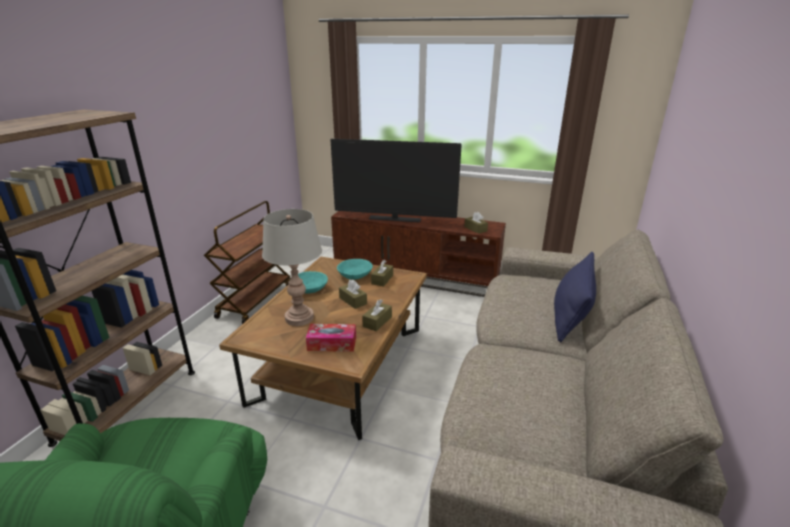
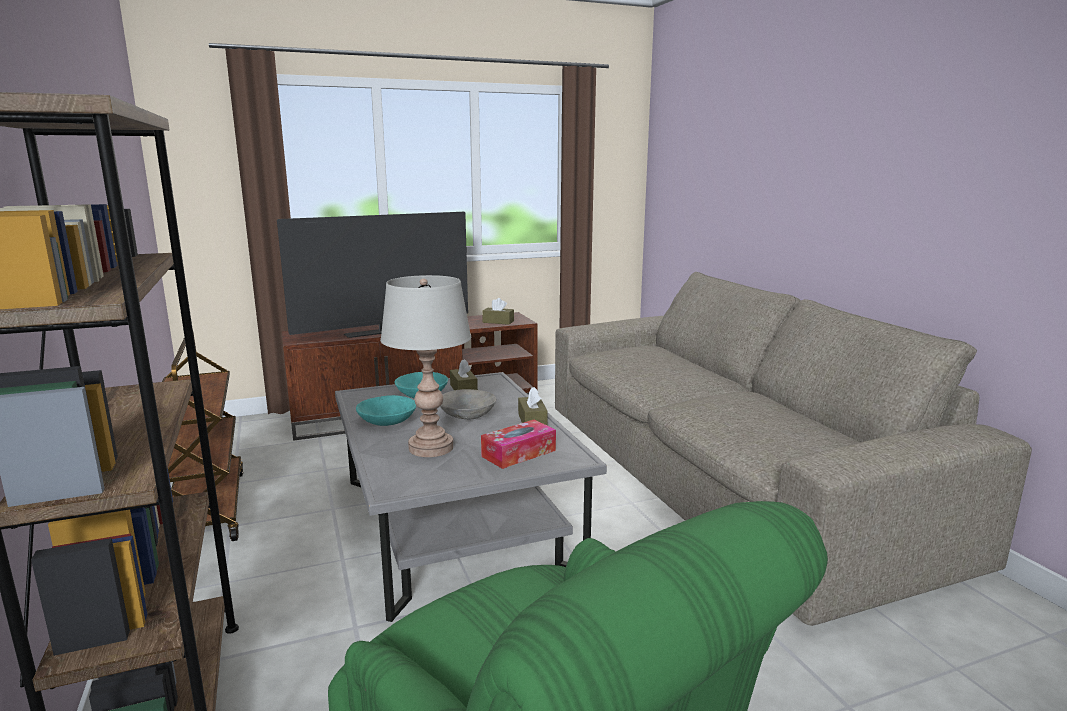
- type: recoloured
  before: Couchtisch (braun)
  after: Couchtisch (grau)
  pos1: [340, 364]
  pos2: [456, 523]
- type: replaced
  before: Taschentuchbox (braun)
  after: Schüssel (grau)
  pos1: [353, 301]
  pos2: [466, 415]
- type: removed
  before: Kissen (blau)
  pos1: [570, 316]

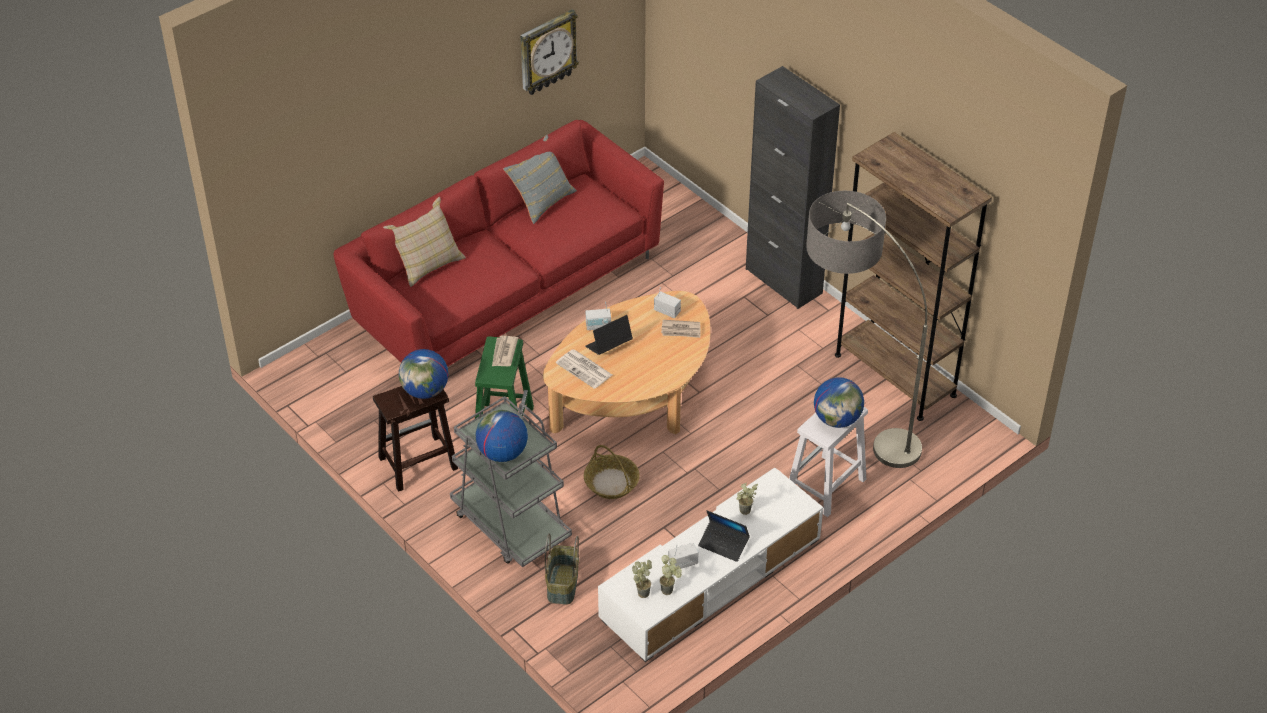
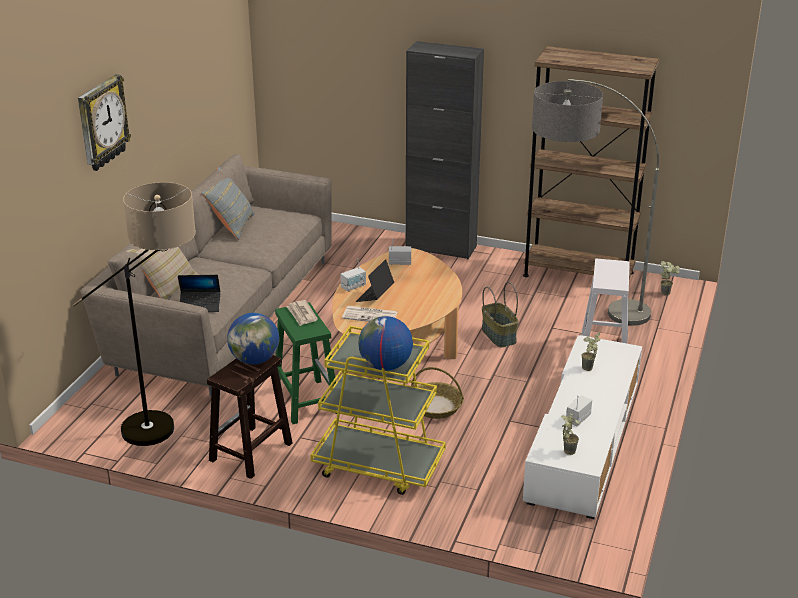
- type: recoloured
  before: Sofa (rot)
  after: Sofa (beige)
  pos1: [505, 290]
  pos2: [223, 314]
- type: recoloured
  before: Rollwagen (grau)
  after: Rollwagen (gelb)
  pos1: [510, 524]
  pos2: [378, 465]
- type: moved
  before: Wanduhr
  pos1: [547, 52]
  pos2: [101, 123]
- type: moved
  before: Korb
  pos1: [563, 585]
  pos2: [499, 335]
- type: moved
  before: Topfpflanze
  pos1: [670, 590]
  pos2: [667, 292]
- type: removed
  before: Zeitung
  pos1: [681, 330]
- type: moved
  before: Laptop
  pos1: [723, 544]
  pos2: [200, 306]
- type: removed
  before: Globus
  pos1: [837, 419]
- type: added
  after: Stehlampe
  pos2: [168, 433]

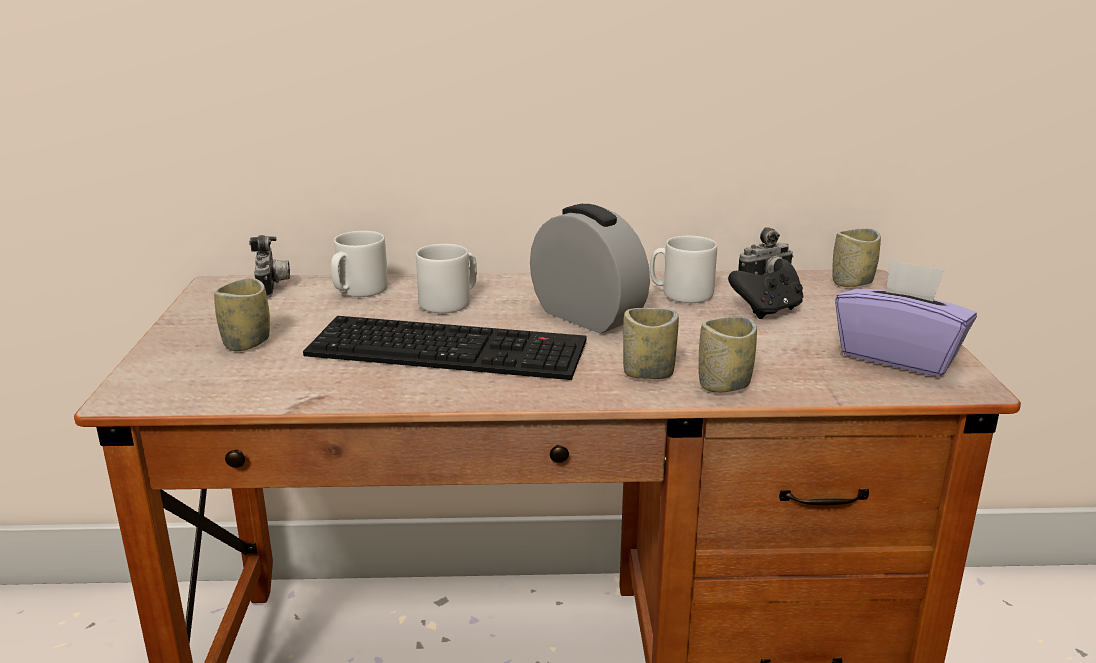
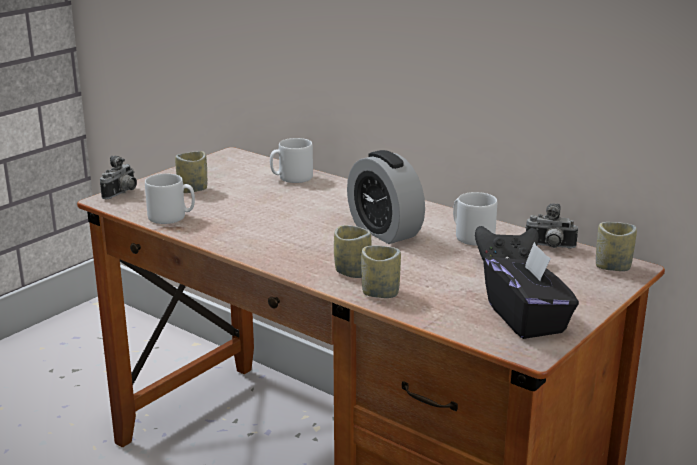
- type: moved
  before: Kamera
  pos1: [273, 288]
  pos2: [122, 193]
- type: removed
  before: Tastatur
  pos1: [451, 348]
- type: moved
  before: Henkelbecher (grau)
  pos1: [450, 302]
  pos2: [172, 217]
- type: turned
  before: Wecker
  pos1: [587, 317]
  pos2: [384, 231]
  turn: 150
- type: recoloured
  before: Taschentuchbox (lila)
  after: Taschentuchbox (schwarz)
  pos1: [898, 356]
  pos2: [527, 319]

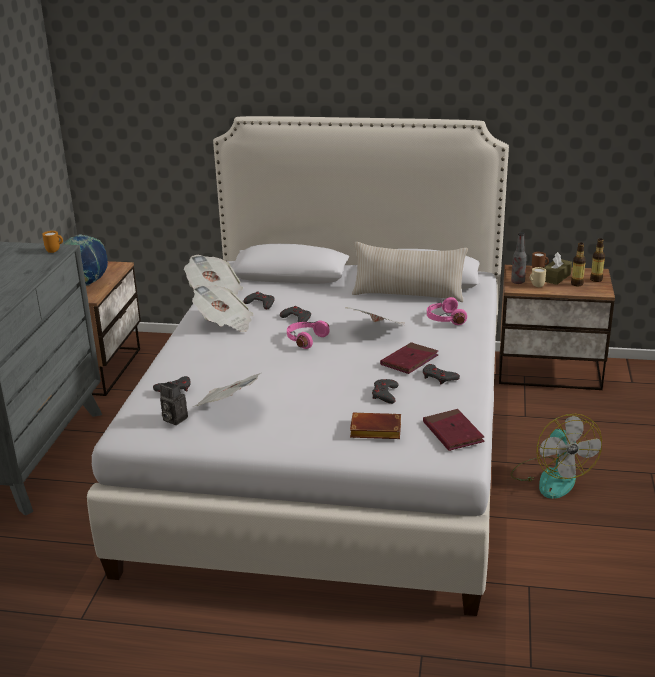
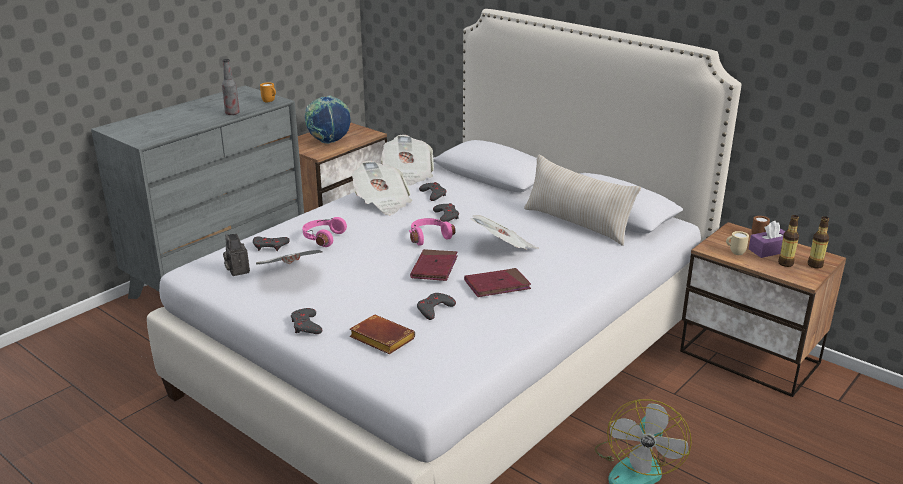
- type: moved
  before: Gamepad (grau)
  pos1: [439, 377]
  pos2: [306, 325]
- type: moved
  before: Buch (rot)
  pos1: [453, 433]
  pos2: [434, 268]
- type: moved
  before: Kopfhörer (rosa)
  pos1: [444, 319]
  pos2: [322, 238]
- type: moved
  before: Flasche
  pos1: [517, 282]
  pos2: [232, 113]
- type: recoloured
  before: Taschentuchbox (braun)
  after: Taschentuchbox (lila)
  pos1: [556, 277]
  pos2: [769, 250]

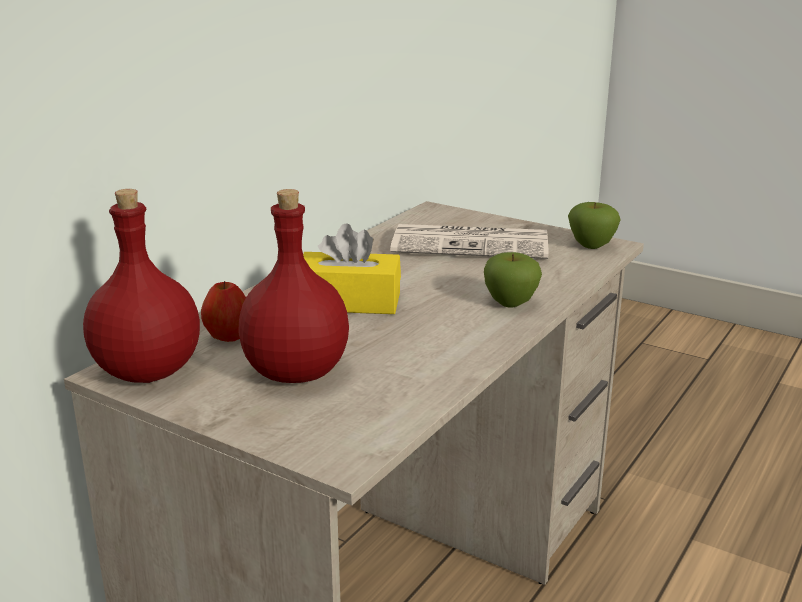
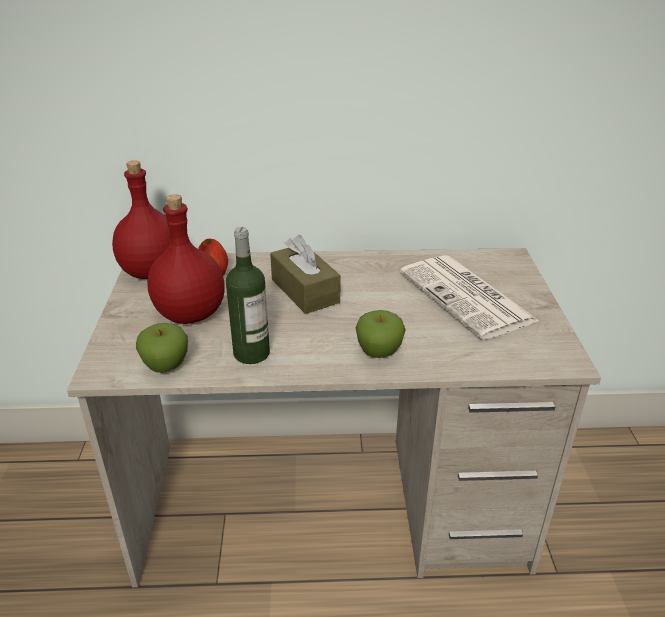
- type: recoloured
  before: Taschentuchbox (gelb)
  after: Taschentuchbox (braun)
  pos1: [349, 302]
  pos2: [305, 291]
- type: moved
  before: Apfel
  pos1: [591, 245]
  pos2: [166, 366]
- type: added
  after: Flasche
  pos2: [251, 353]

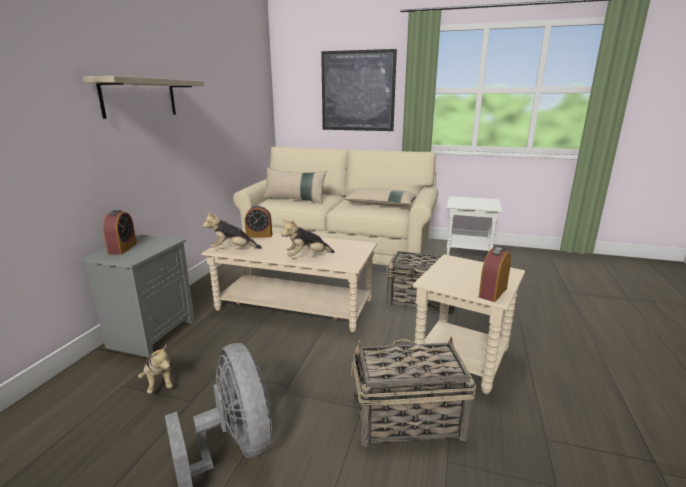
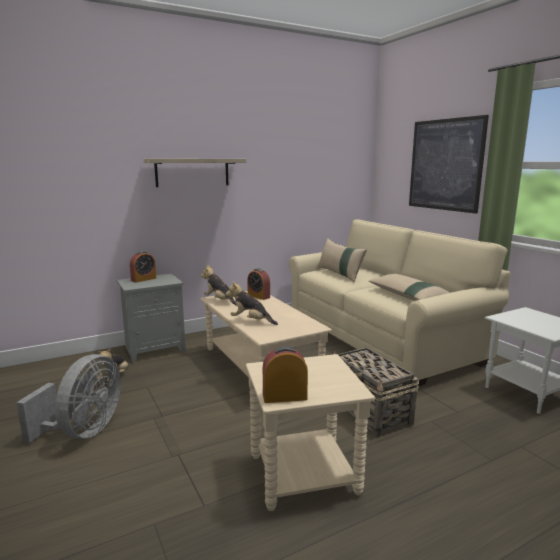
- type: removed
  before: Korb
  pos1: [406, 419]

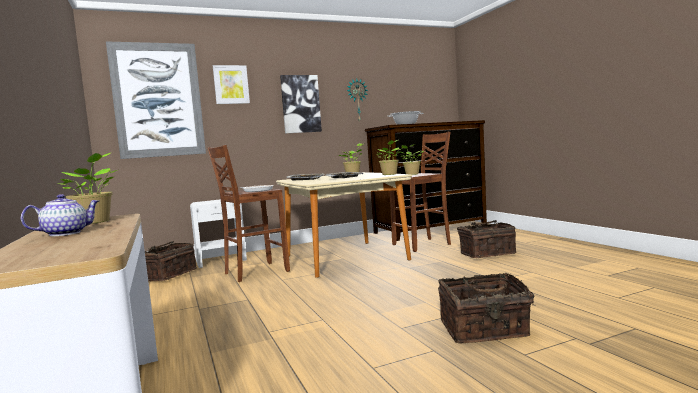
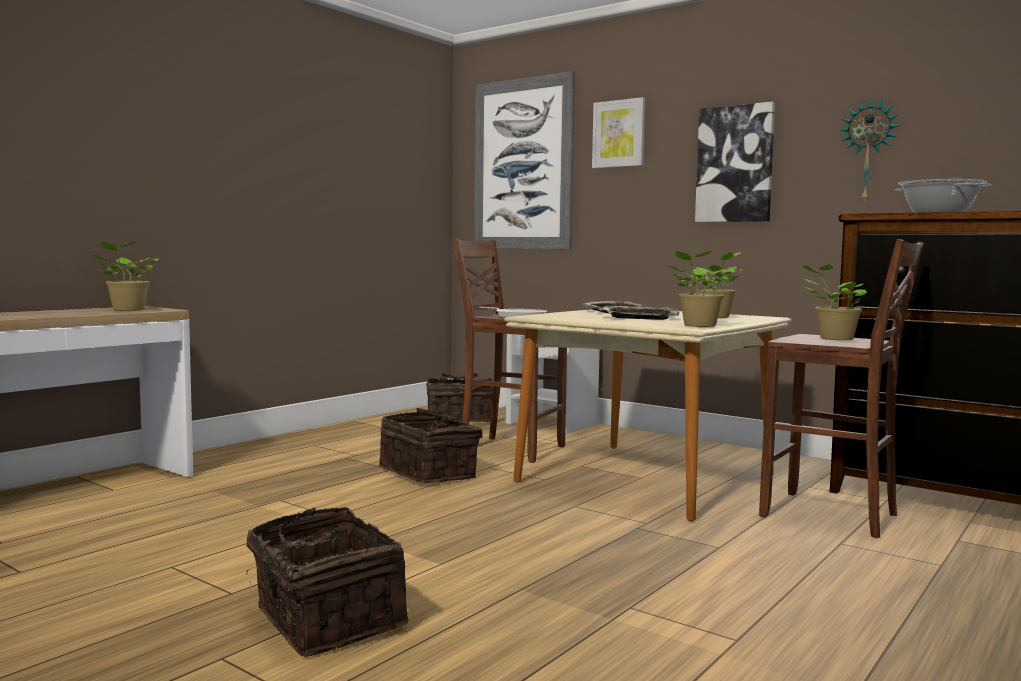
- type: removed
  before: Teekanne
  pos1: [66, 233]
- type: moved
  before: Korb
  pos1: [486, 254]
  pos2: [430, 473]

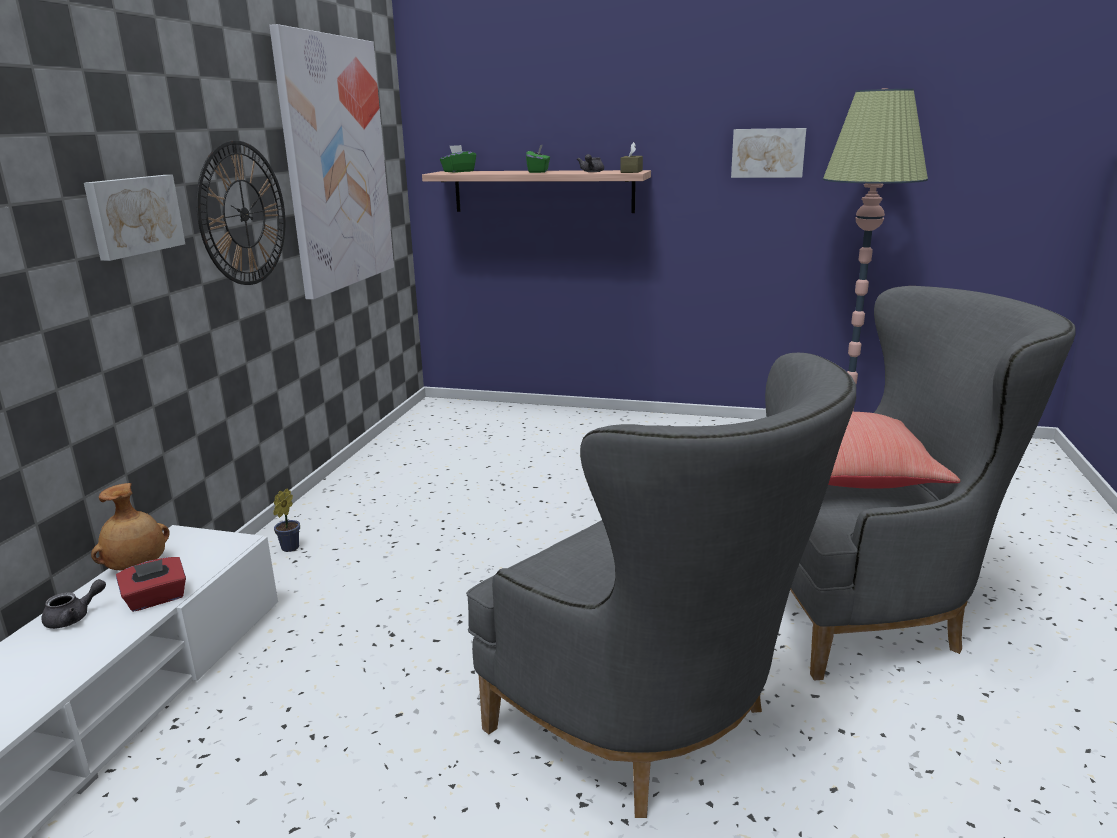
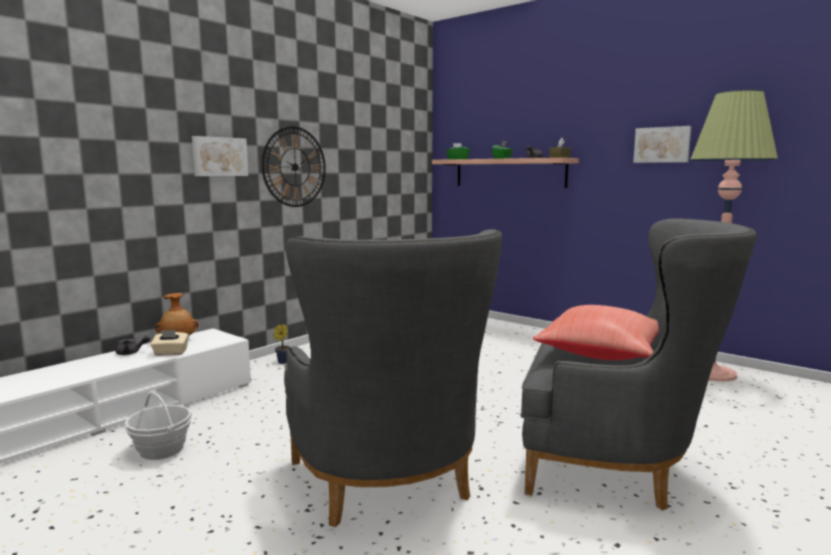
- type: recoloured
  before: Taschentuchbox (rot)
  after: Taschentuchbox (beige)
  pos1: [156, 599]
  pos2: [170, 353]
- type: removed
  before: Bild
  pos1: [337, 164]
- type: added
  after: Korb
  pos2: [161, 450]

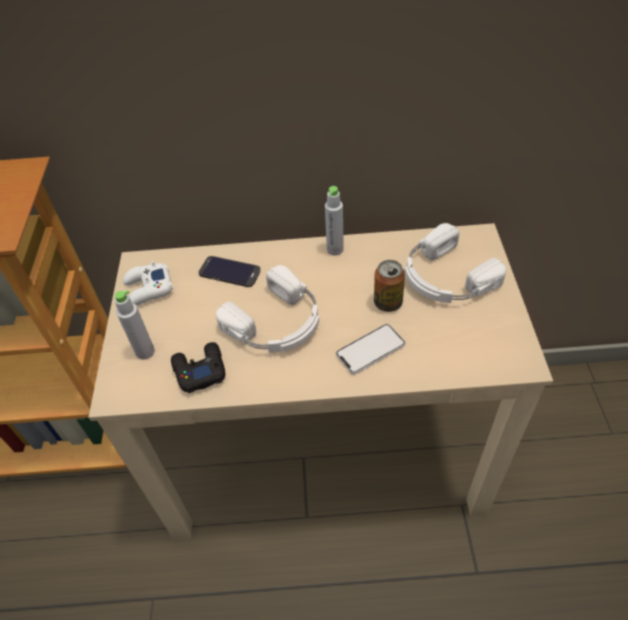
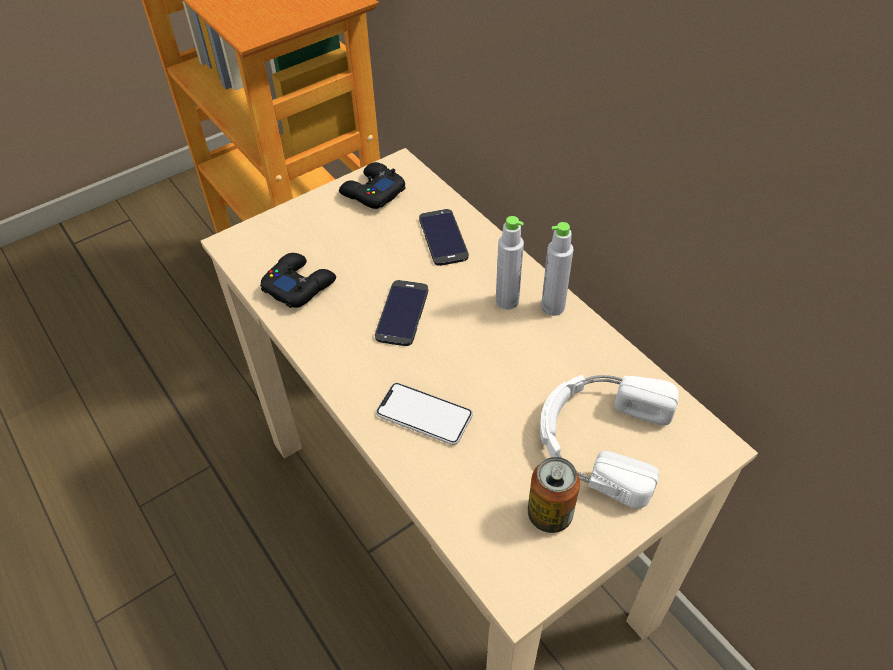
- type: moved
  before: Flasche (grau)
  pos1: [145, 352]
  pos2: [507, 301]
- type: recoloured
  before: Gamepad (weiß)
  after: Gamepad (schwarz)
  pos1: [148, 289]
  pos2: [372, 192]
- type: replaced
  before: Kopfhörer (weiß)
  after: Handy
  pos1: [277, 323]
  pos2: [402, 313]
- type: moved
  before: Dose
  pos1: [387, 303]
  pos2: [549, 514]

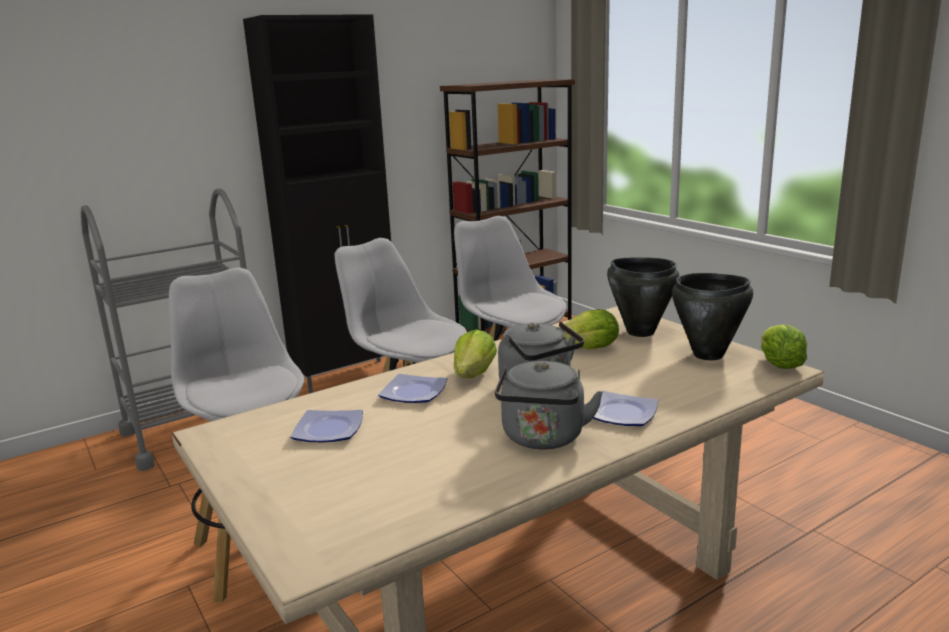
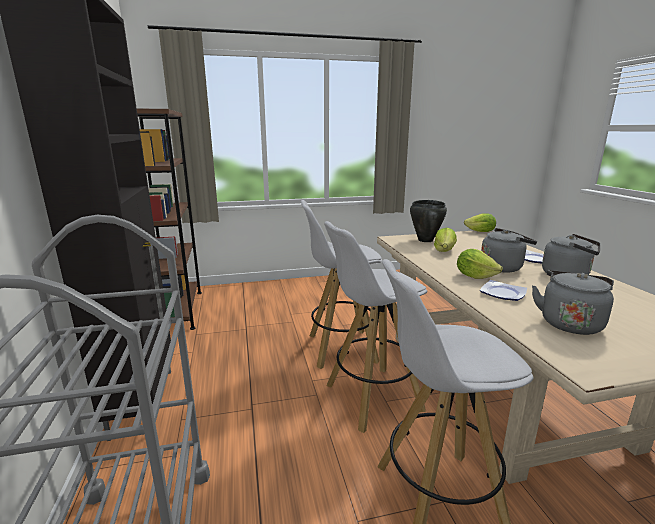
- type: replaced
  before: Teller
  after: Wasserkessel (grau)
  pos1: [329, 431]
  pos2: [569, 323]
- type: removed
  before: Kochtopf (schwarz)
  pos1: [708, 355]

